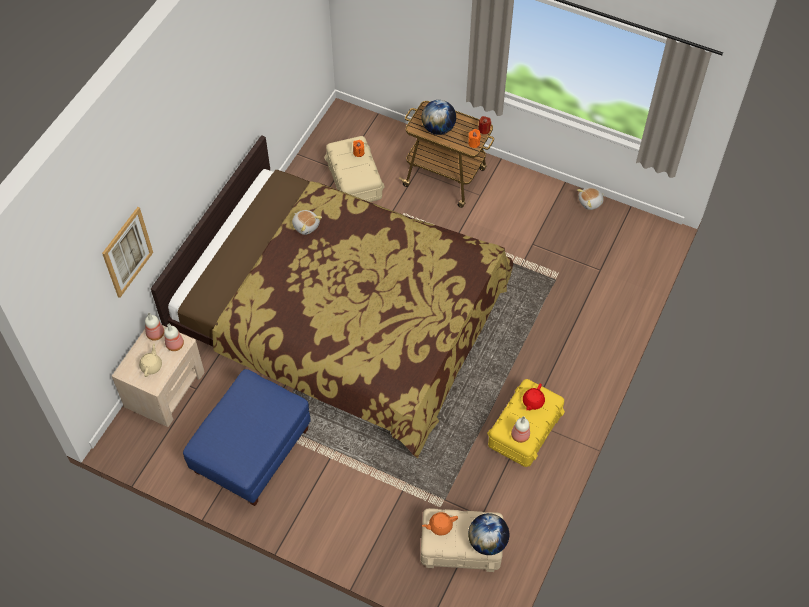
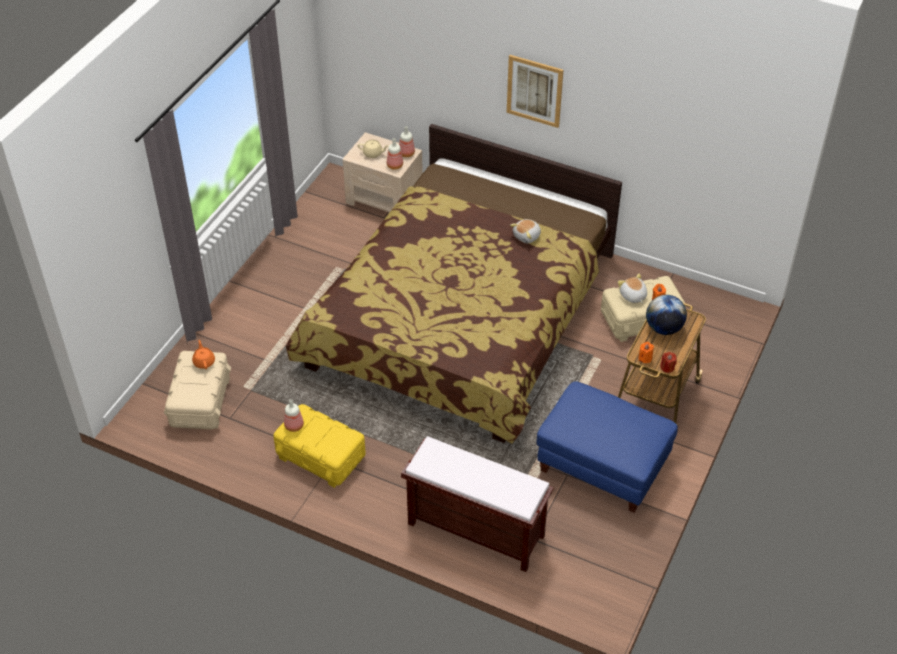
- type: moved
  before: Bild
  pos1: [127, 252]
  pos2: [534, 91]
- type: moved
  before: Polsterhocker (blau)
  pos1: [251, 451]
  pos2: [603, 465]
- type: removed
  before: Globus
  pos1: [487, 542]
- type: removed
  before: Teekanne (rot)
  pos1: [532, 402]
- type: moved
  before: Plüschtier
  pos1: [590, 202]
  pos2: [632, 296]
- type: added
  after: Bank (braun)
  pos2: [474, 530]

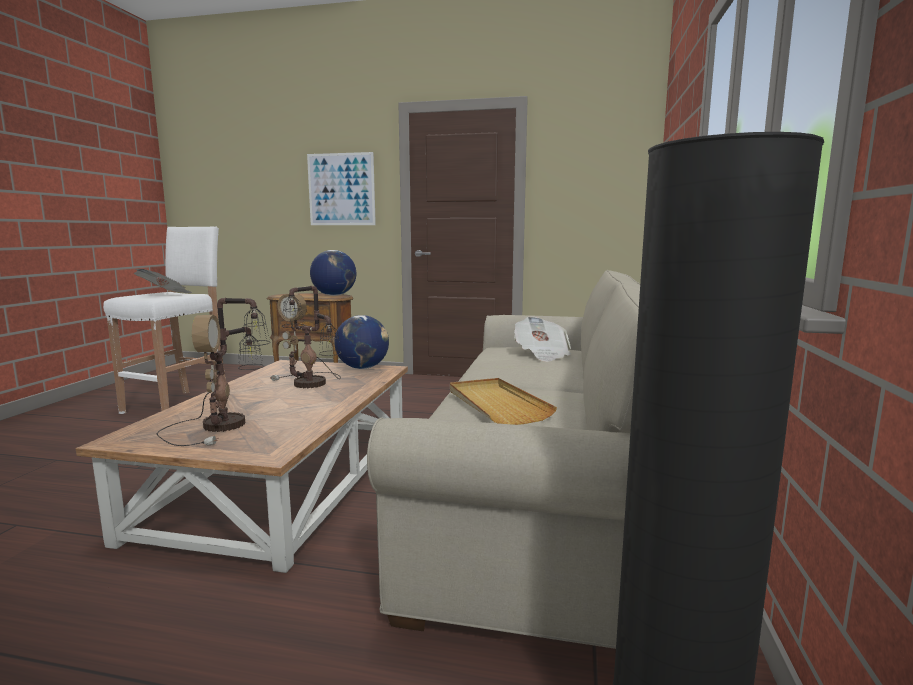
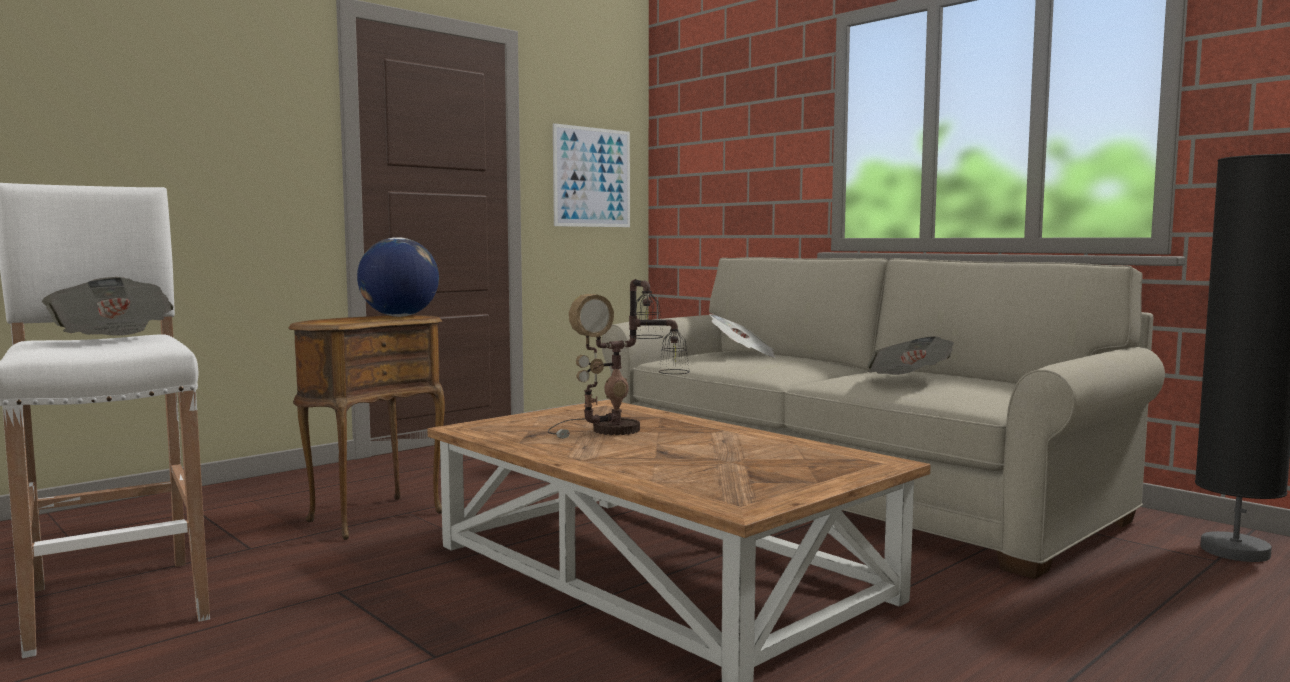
- type: removed
  before: Tischlampe
  pos1: [227, 424]
- type: moved
  before: Bild
  pos1: [341, 189]
  pos2: [592, 177]
- type: removed
  before: Globus
  pos1: [363, 368]
- type: replaced
  before: Tablett (beige)
  after: Zeitung
  pos1: [496, 404]
  pos2: [908, 380]

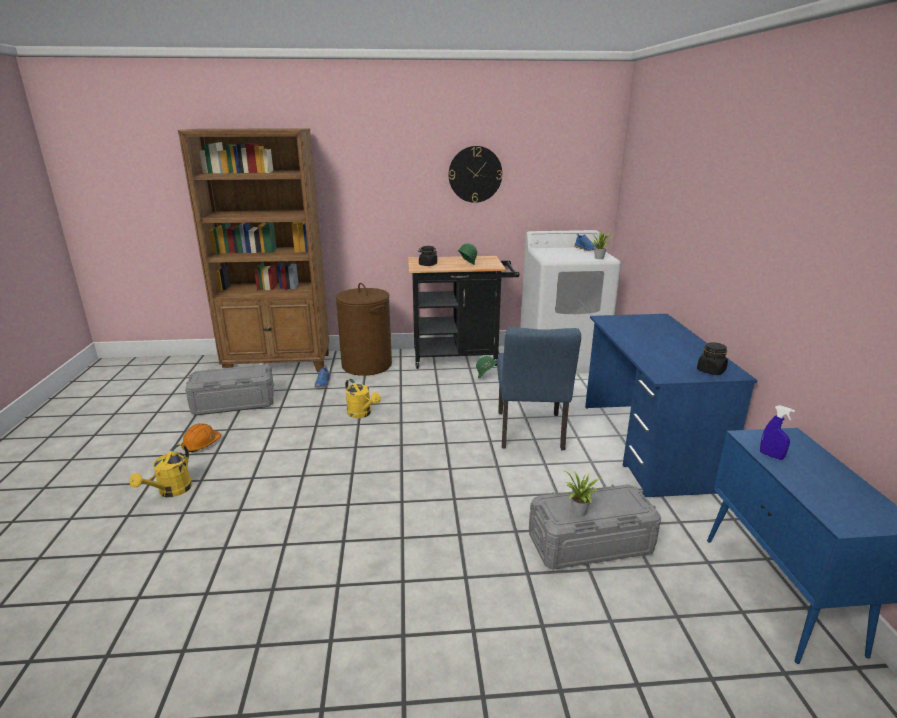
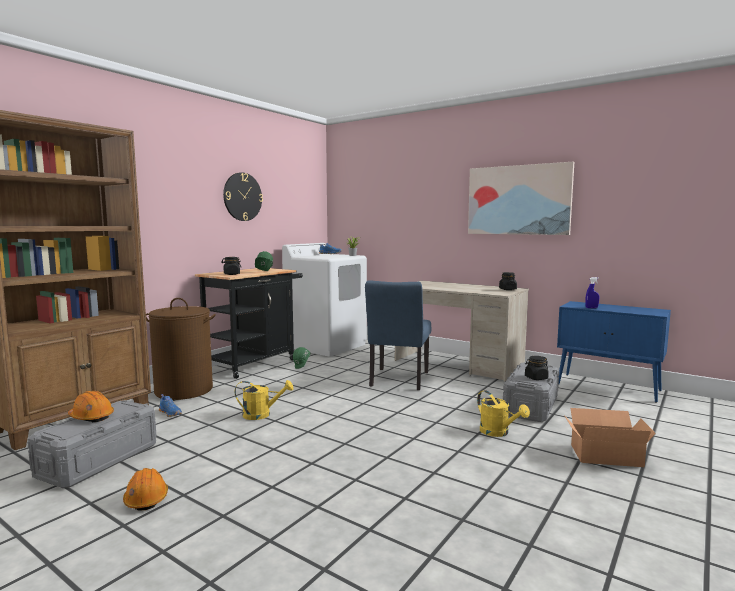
- type: moved
  before: Gießkanne (gelb)
  pos1: [171, 491]
  pos2: [498, 433]
- type: turned
  before: Stuhl (blau)
  pos1: [530, 434]
  pos2: [398, 381]
  turn: 60
- type: replaced
  before: Topfpflanze
  after: Vorratsglas (schwarz)
  pos1: [578, 513]
  pos2: [536, 378]
- type: recoloured
  before: Schreibtisch (blau)
  after: Schreibtisch (beige)
  pos1: [646, 445]
  pos2: [458, 364]
- type: added
  after: Schutzhelm (orange)
  pos2: [91, 417]
- type: added
  after: Bild
  pos2: [518, 200]
- type: added
  after: Karton
  pos2: [603, 454]

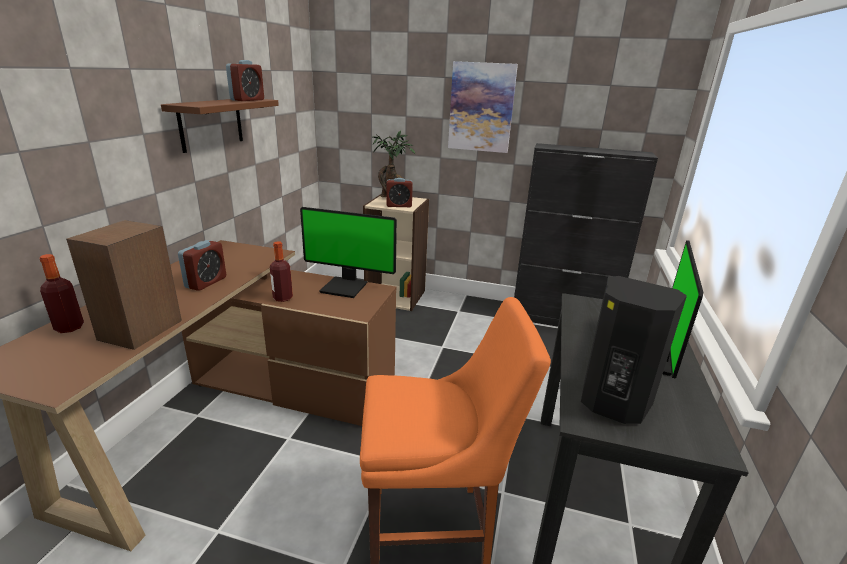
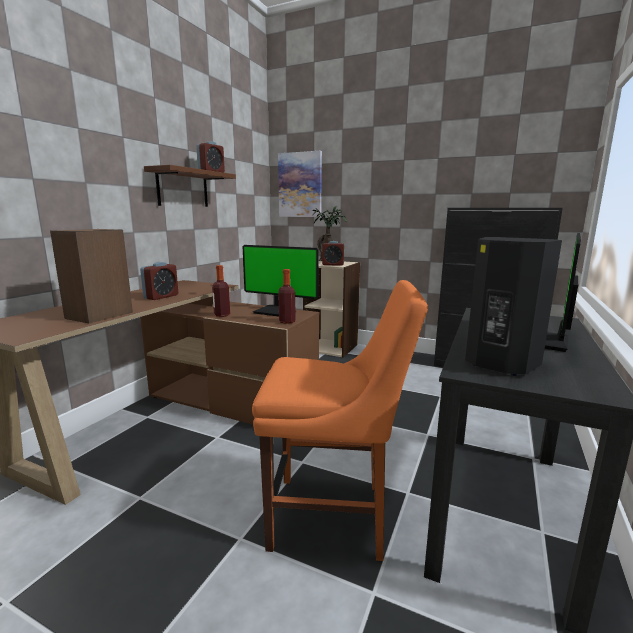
- type: moved
  before: Flasche
  pos1: [69, 328]
  pos2: [287, 321]
- type: moved
  before: Bild
  pos1: [481, 107]
  pos2: [300, 185]

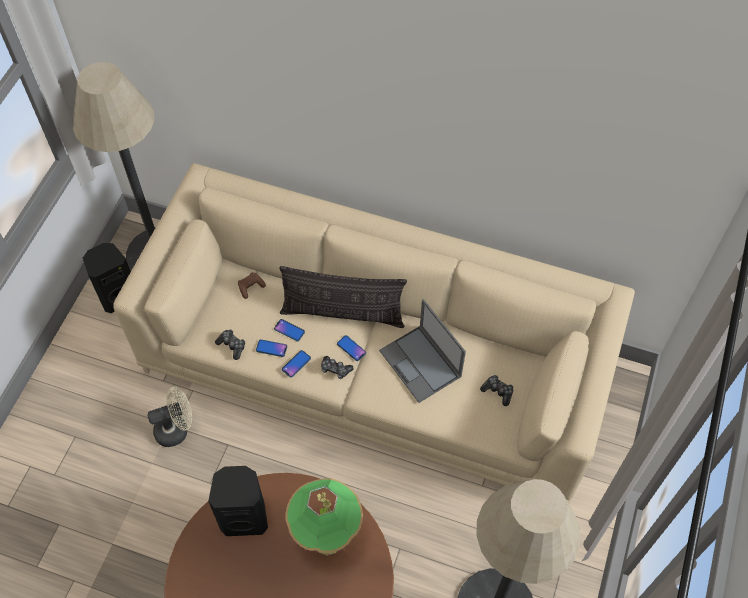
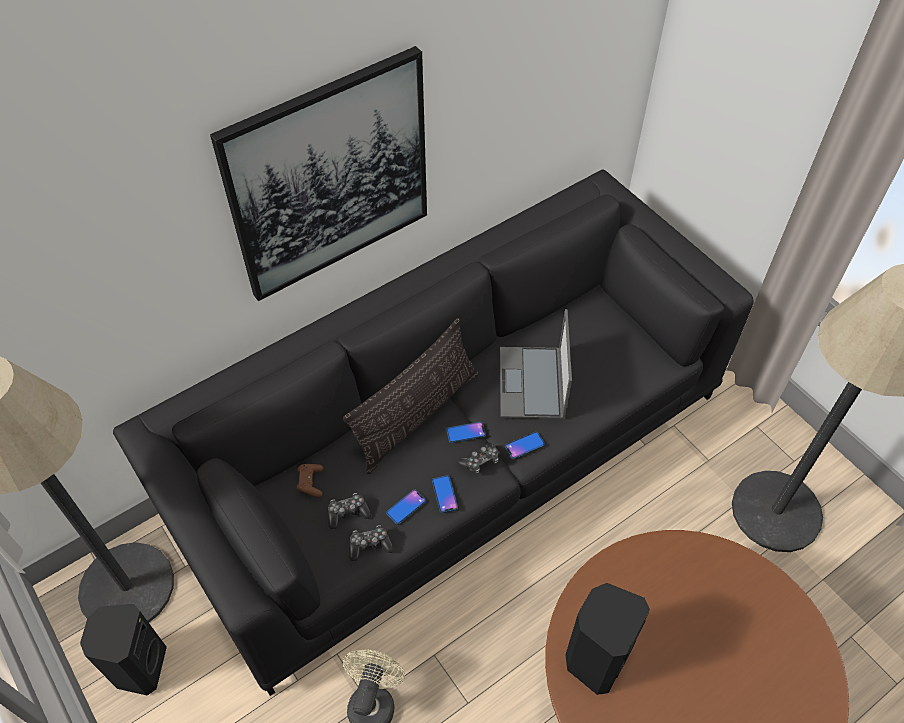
- type: recoloured
  before: Sofa (beige)
  after: Sofa (schwarz)
  pos1: [374, 367]
  pos2: [451, 456]
- type: moved
  before: Handy
  pos1: [289, 330]
  pos2: [524, 445]
- type: removed
  before: Tischlampe
  pos1: [327, 541]
- type: turned
  before: Laptop
  pos1: [421, 364]
  pos2: [532, 384]
  turn: 90
- type: moved
  before: Gamepad
  pos1: [498, 391]
  pos2: [348, 513]
- type: added
  after: Bild
  pos2: [330, 177]

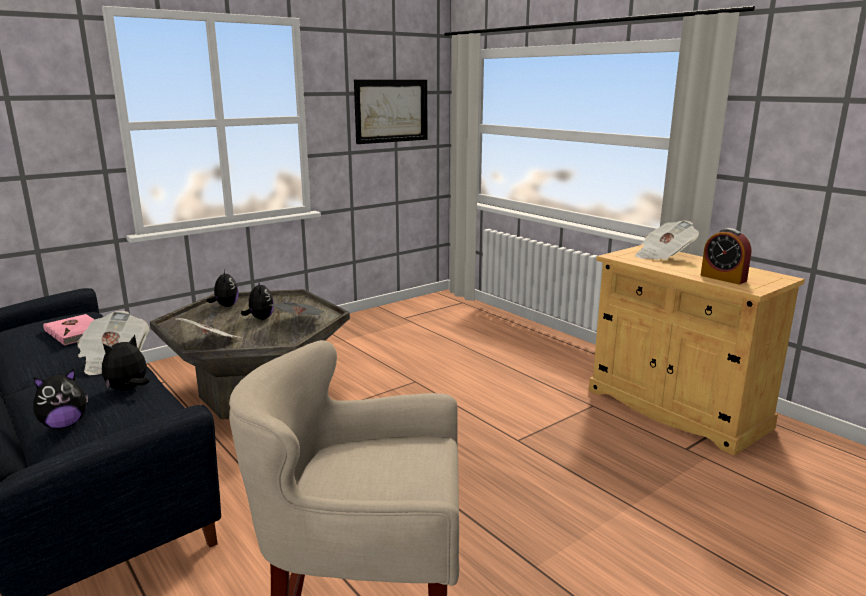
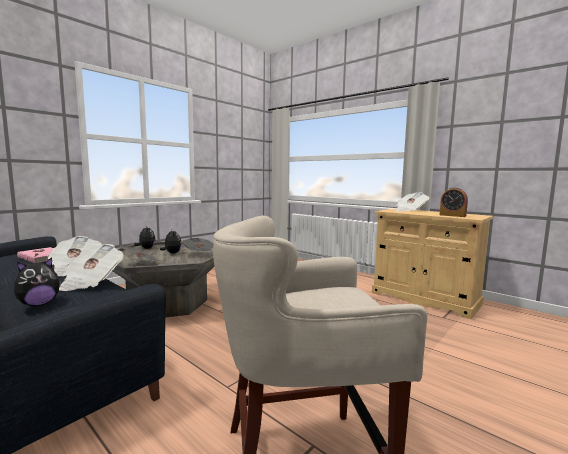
- type: replaced
  before: Plüschtier
  after: Zeitung
  pos1: [128, 389]
  pos2: [91, 282]
- type: removed
  before: Bild
  pos1: [391, 111]

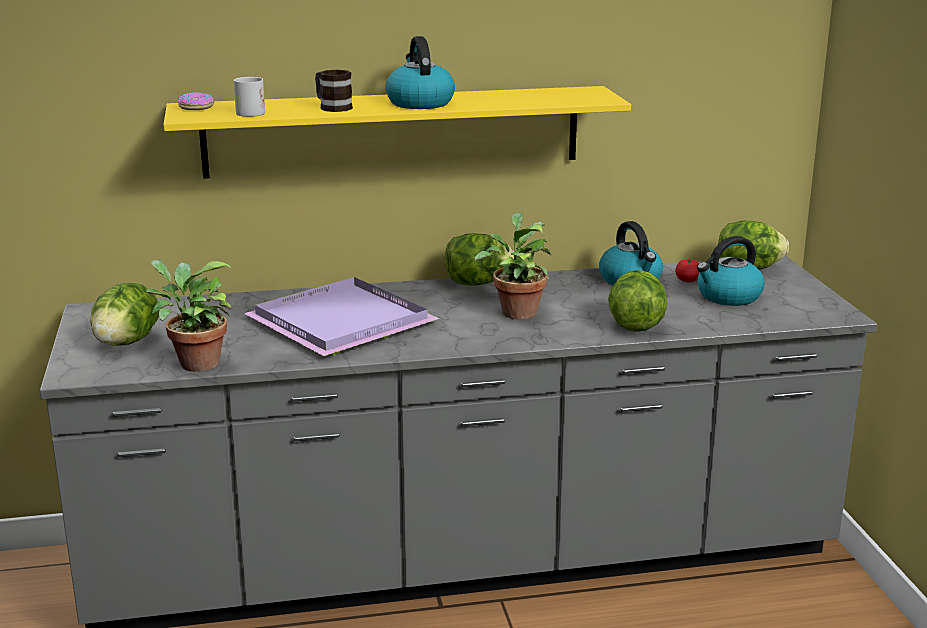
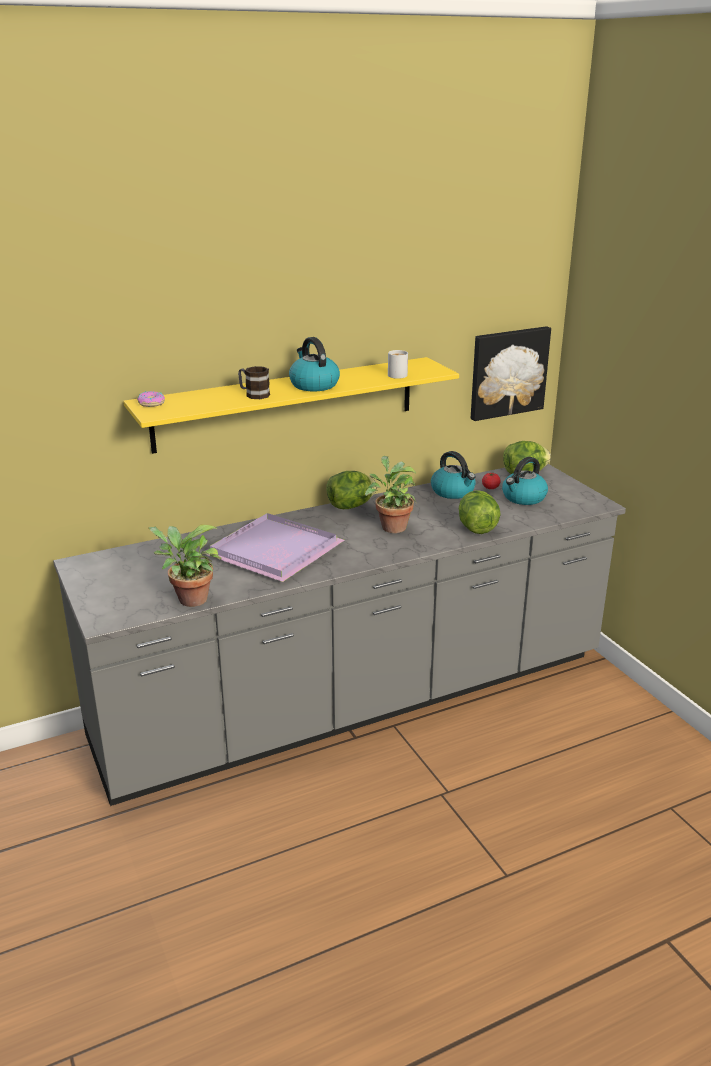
- type: removed
  before: Salatkopf
  pos1: [126, 342]
- type: moved
  before: Henkelbecher (weiß)
  pos1: [252, 112]
  pos2: [396, 374]
- type: added
  after: Bild
  pos2: [507, 372]

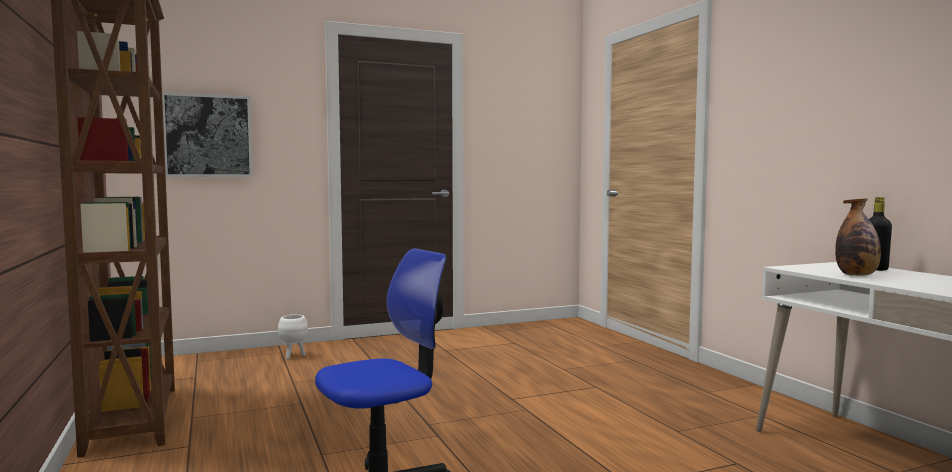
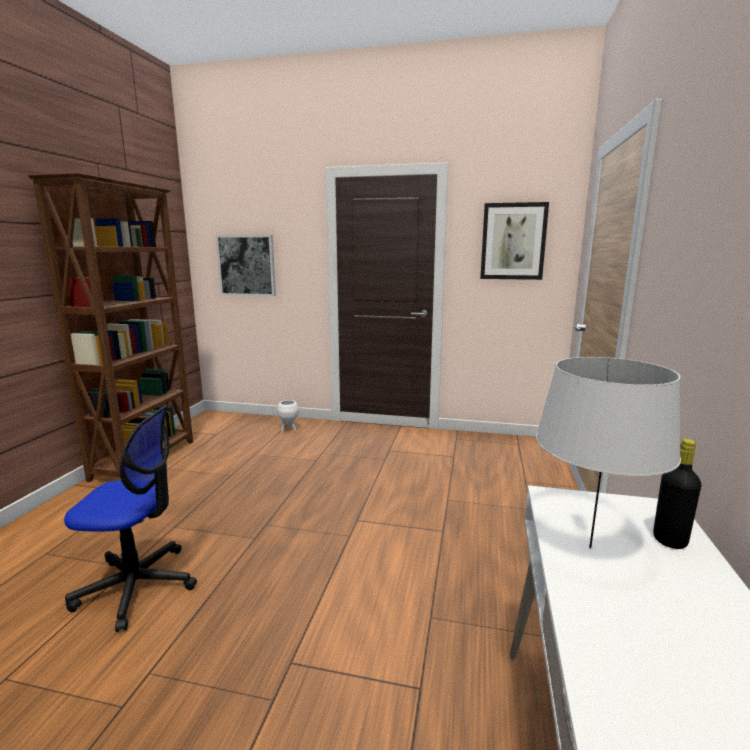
- type: replaced
  before: Flasche
  after: Tischlampe (grau)
  pos1: [857, 275]
  pos2: [589, 548]
- type: added
  after: Bild
  pos2: [513, 241]

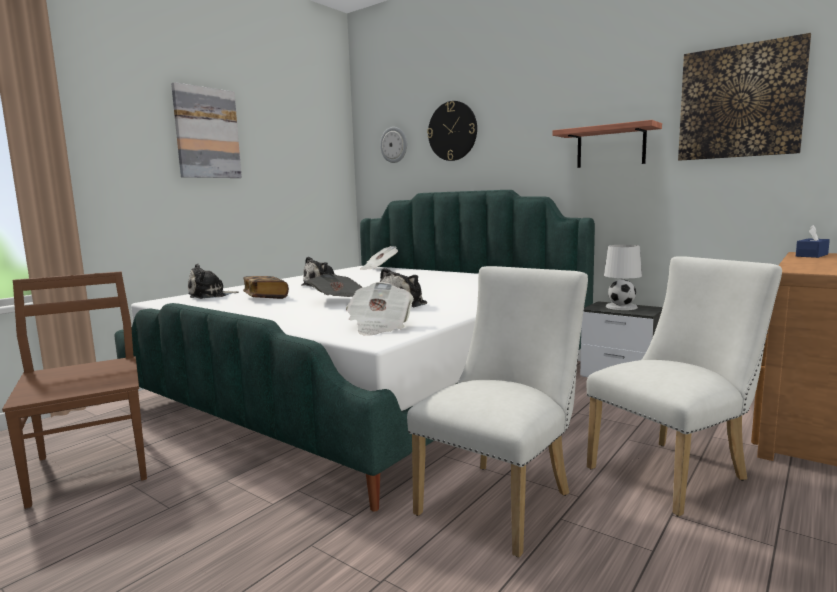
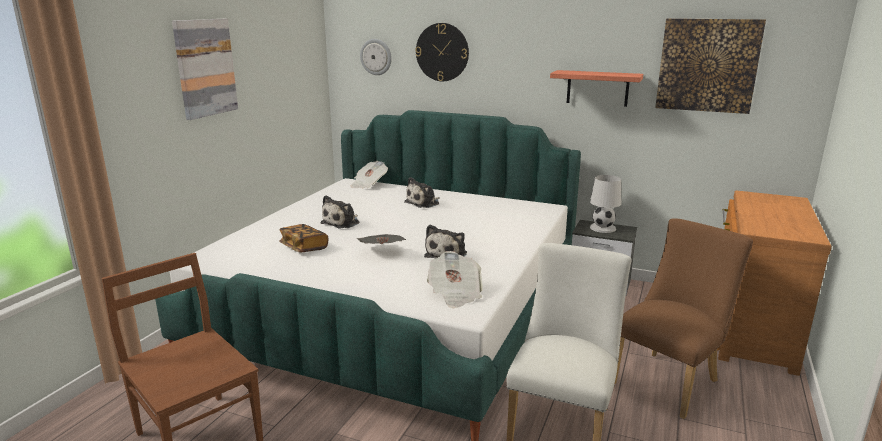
- type: moved
  before: Plüschtier
  pos1: [210, 295]
  pos2: [423, 203]
- type: recoloured
  before: Stuhl (weiß)
  after: Stuhl (braun)
  pos1: [674, 472]
  pos2: [669, 380]
- type: removed
  before: Taschentuchbox (blau)
  pos1: [811, 255]

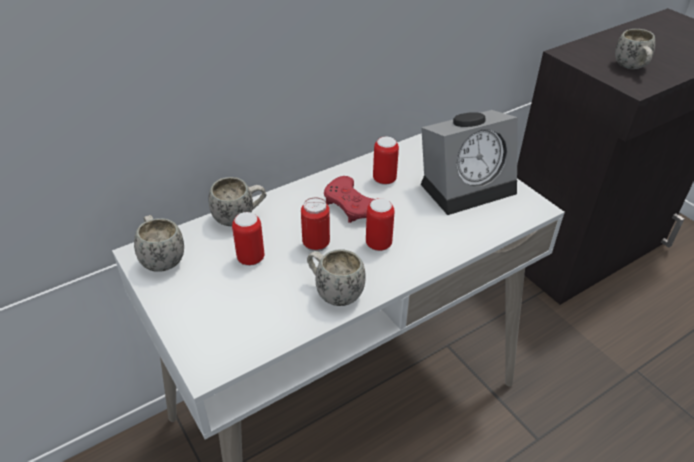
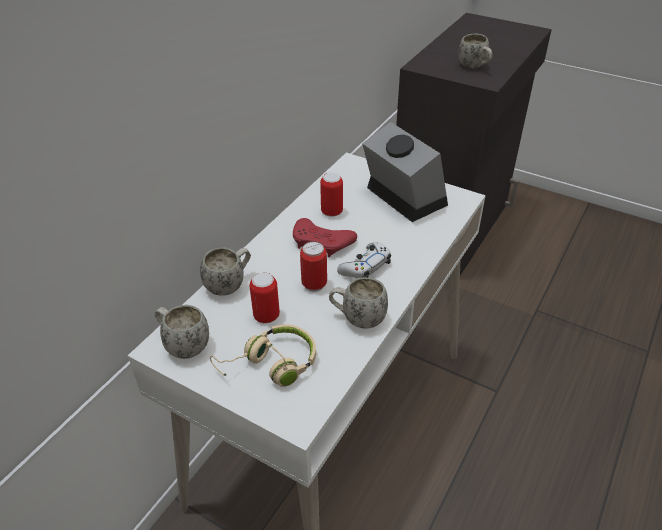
- type: replaced
  before: Dose
  after: Gamepad (weiß)
  pos1: [378, 244]
  pos2: [365, 267]
- type: turned
  before: Wecker
  pos1: [468, 185]
  pos2: [401, 196]
  turn: -75
- type: added
  after: Kopfhörer (beige)
  pos2: [270, 365]

